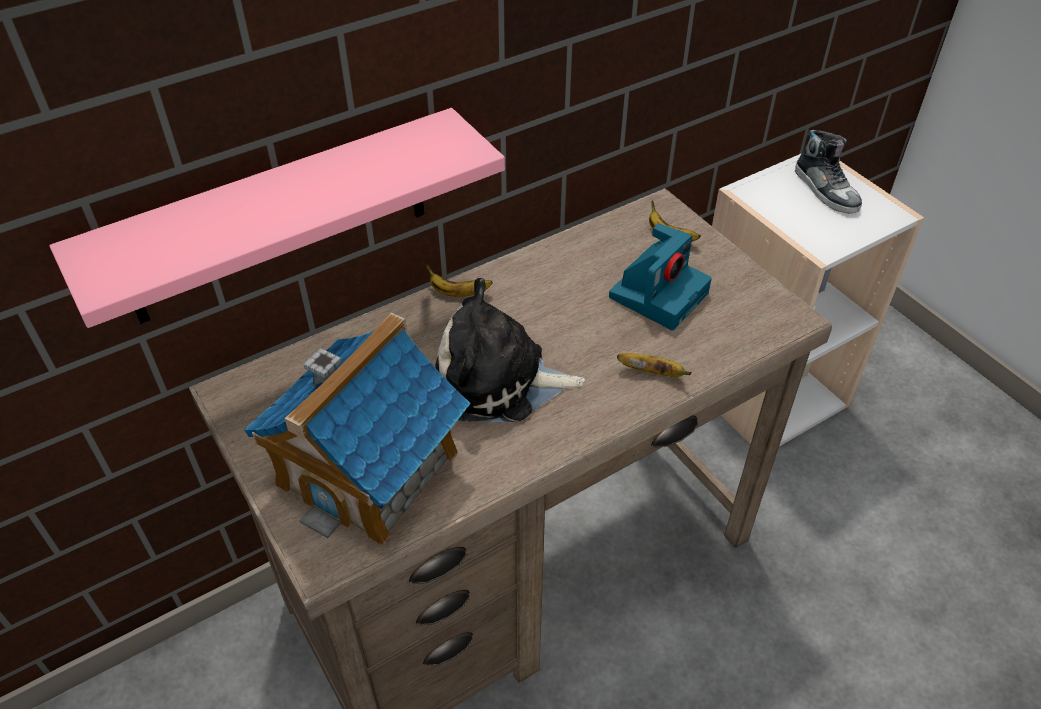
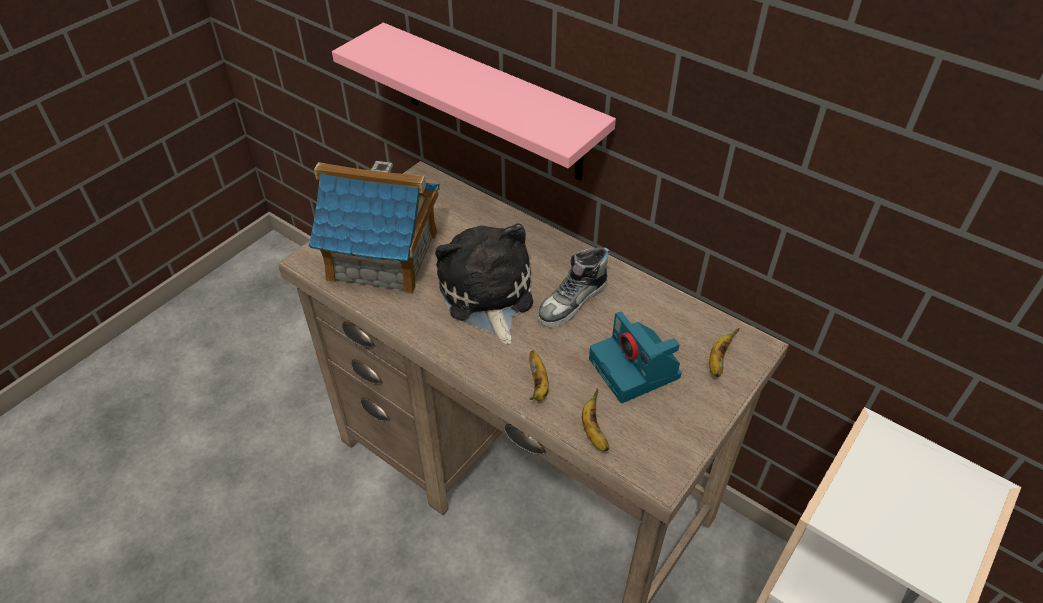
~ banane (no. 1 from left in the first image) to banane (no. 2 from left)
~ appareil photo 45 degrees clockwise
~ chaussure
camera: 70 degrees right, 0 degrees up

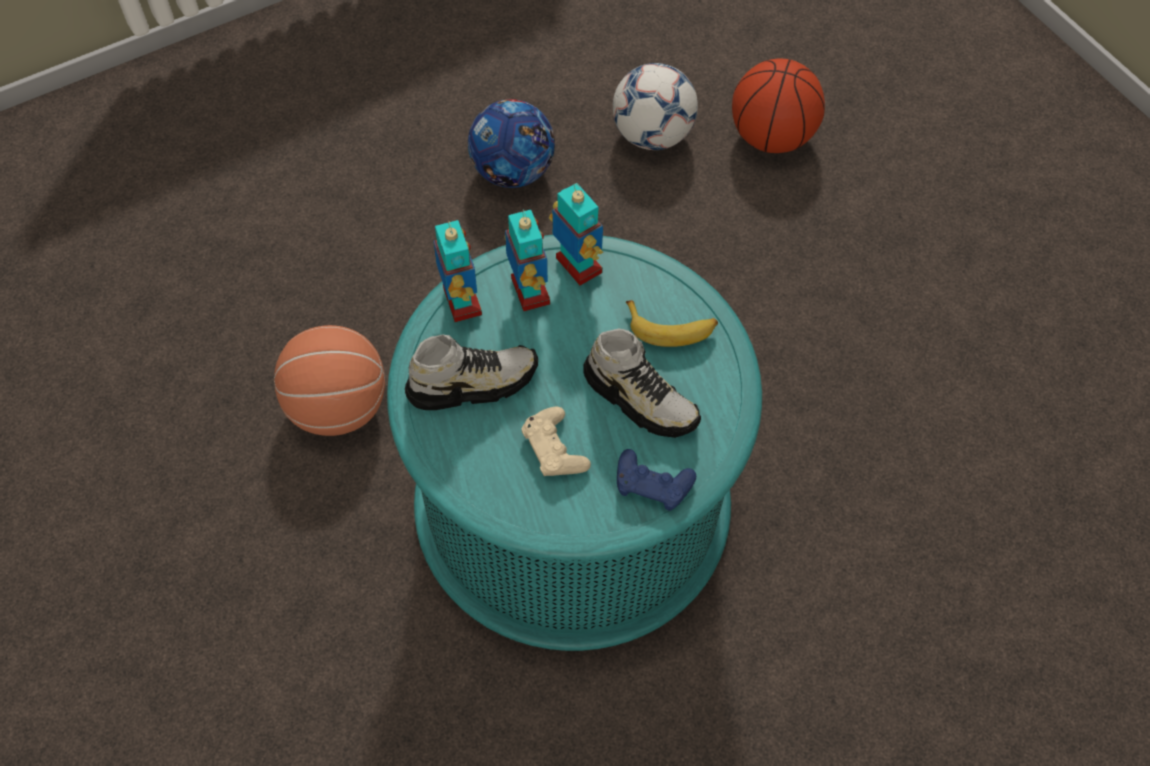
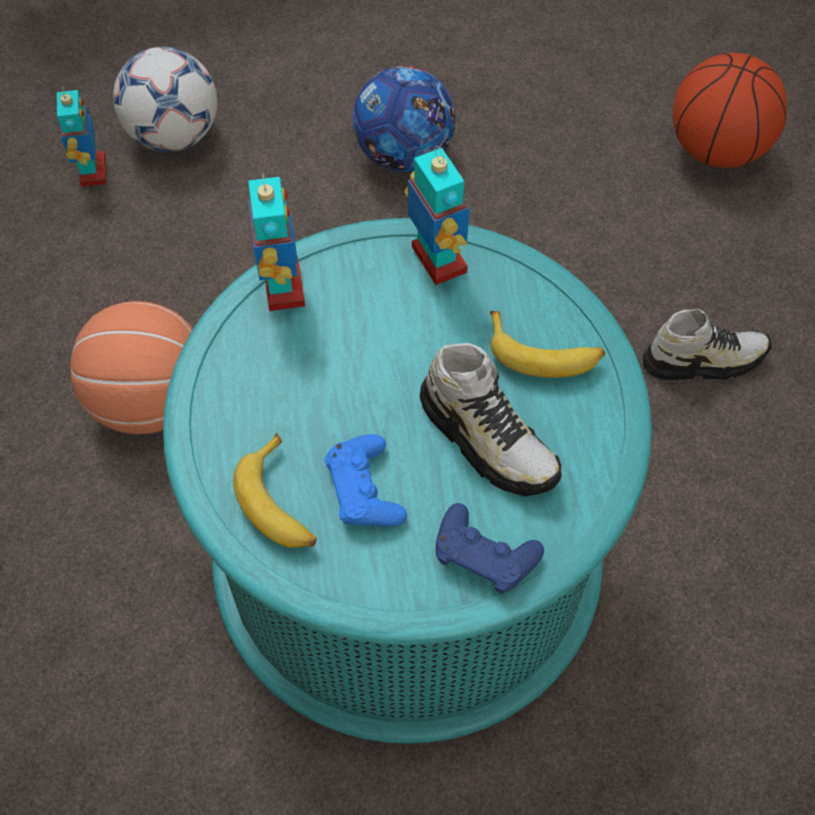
~ chaussure (no. 1 from left in the first image) to chaussure (no. 2 from left)
~ robot jouet (no. 2 from left in the first image) to robot jouet (no. 1 from left)
~ manette [beige] to manette [bleu] (no. 1 from left)
~ ballon de foot (no. 2 from left in the first image) to ballon de foot (no. 1 from left)
+ banane (no. 1 from left)
camera: 10 degrees right, 0 degrees up

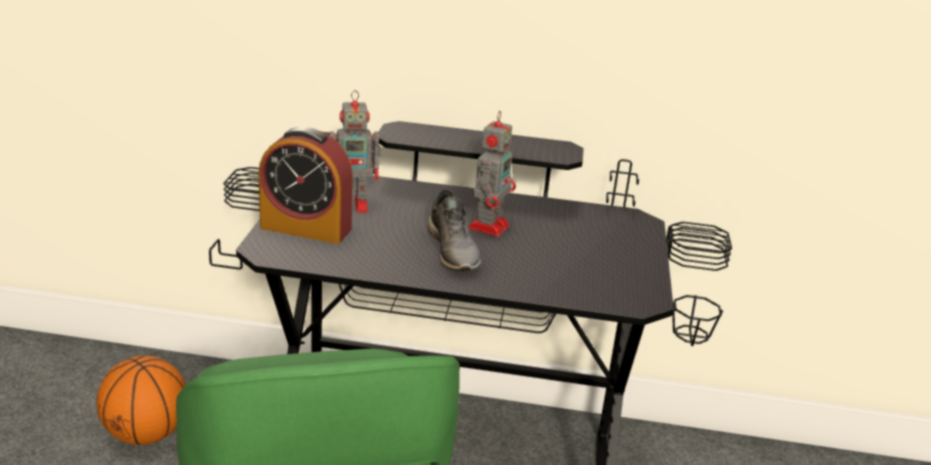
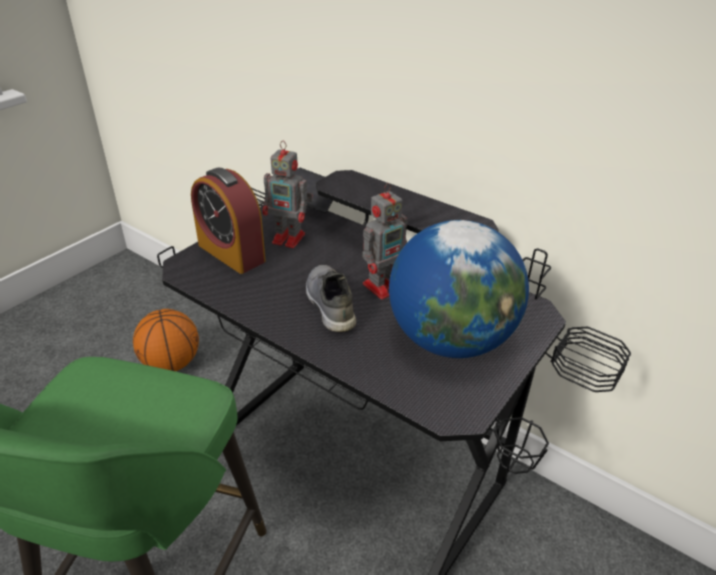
~ chaussure [gris] 150 degrees clockwise
+ globe
camera: 30 degrees right, 10 degrees up

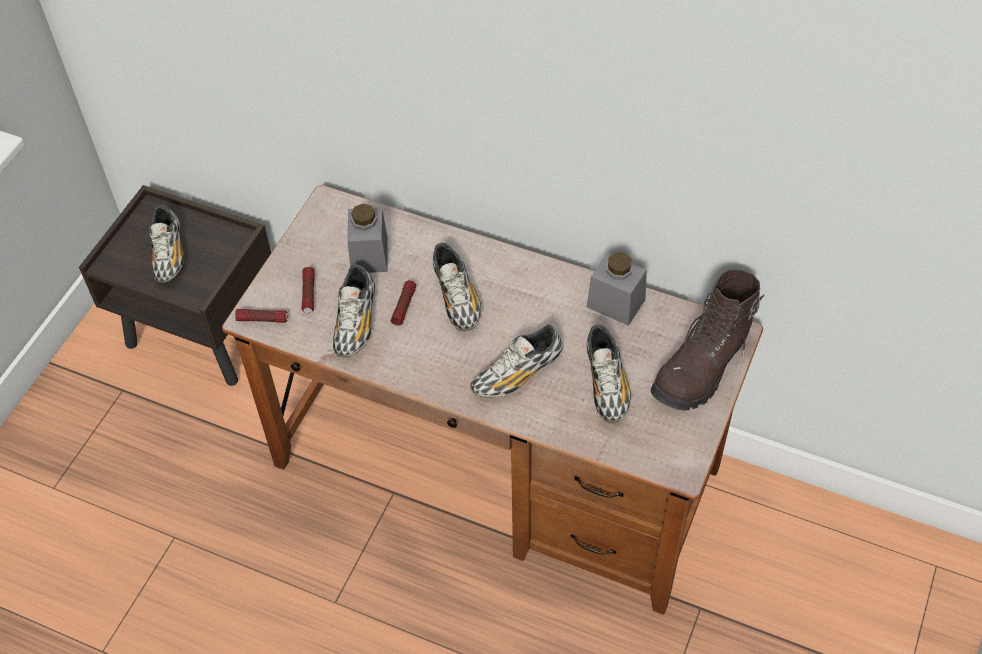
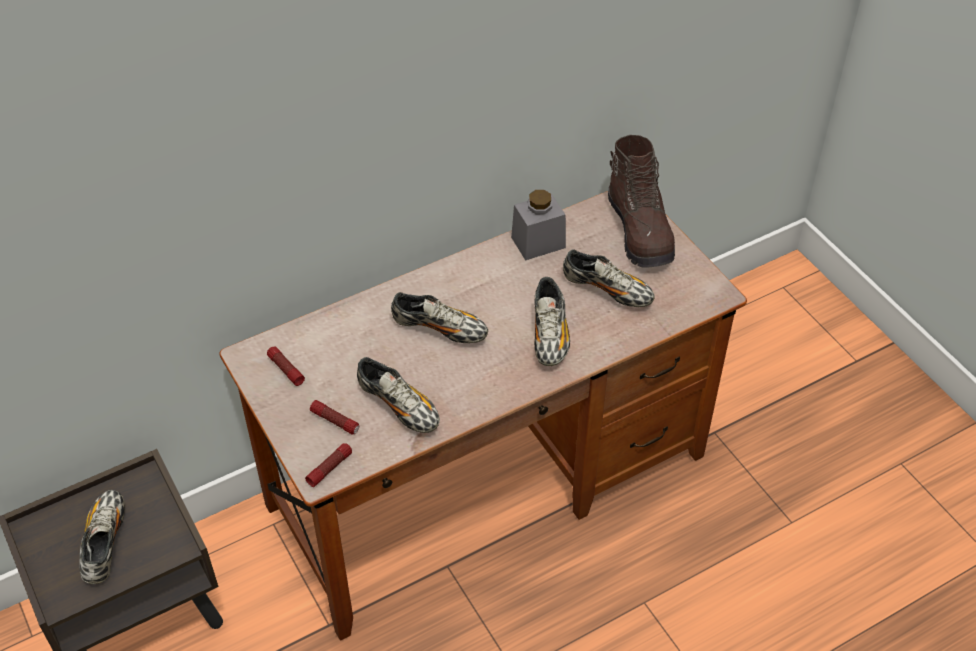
~ chaussure (no. 1 from left) 120 degrees counterclockwise
- bocal [gris] (no. 1 from left)
~ lampe de poche (no. 3 from left in the first image) to lampe de poche (no. 1 from left)
camera: 55 degrees left, 5 degrees down

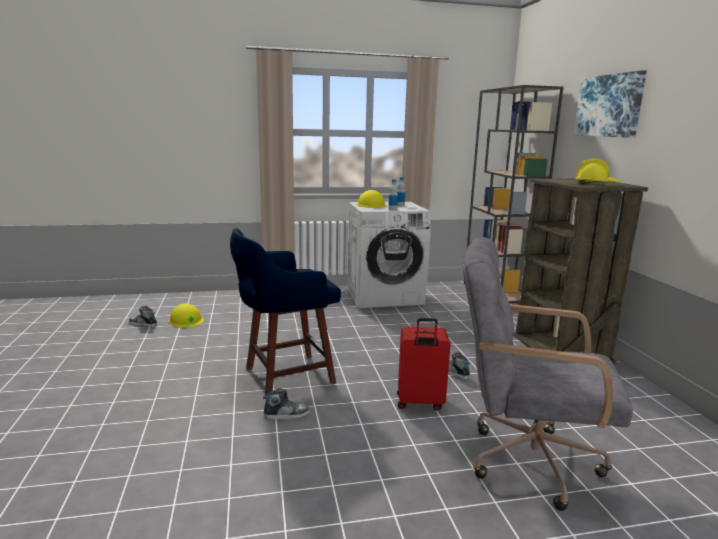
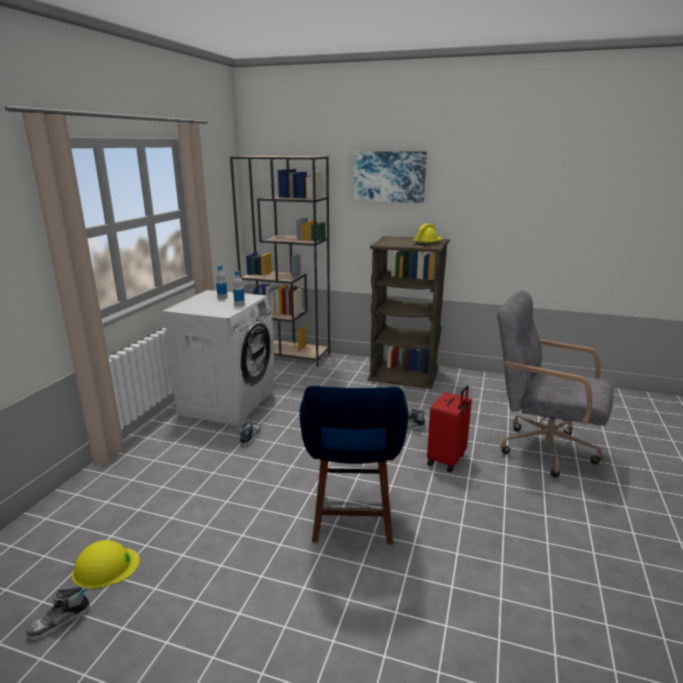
~ chaussure (no. 2 from left)
- casque de chantier [jaune] (no. 2 from left)
~ chaise de bureau [gris] 75 degrees clockwise
camera: 60 degrees left, 5 degrees up

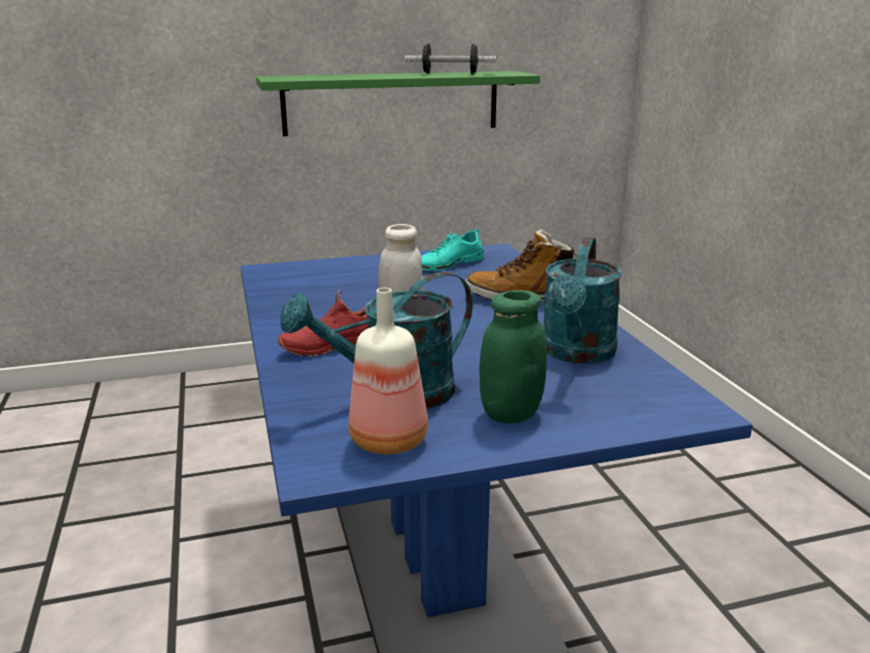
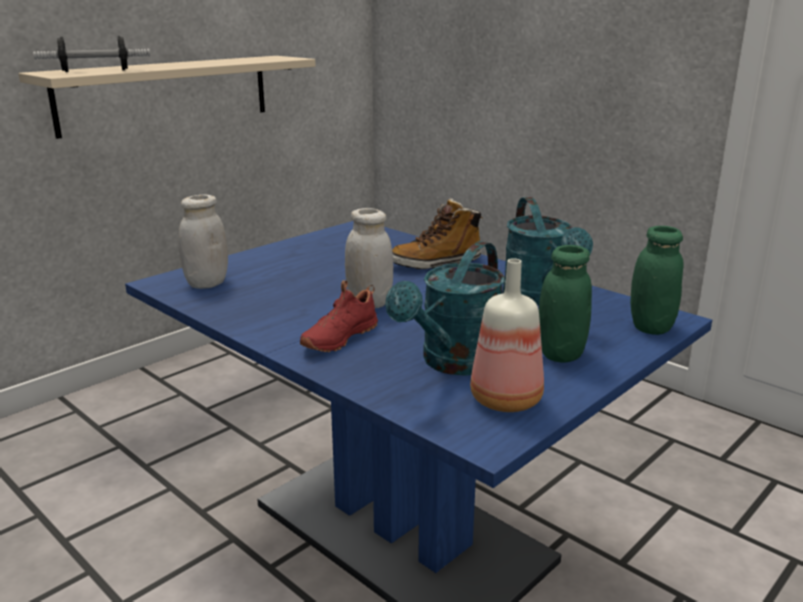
~ étagère [vert] to étagère [beige]
~ haltère
- chaussure [turquoise]
+ bocal [blanc] (no. 1 from left)
+ bocal [vert] (no. 2 from left)
camera: 30 degrees left, 0 degrees up

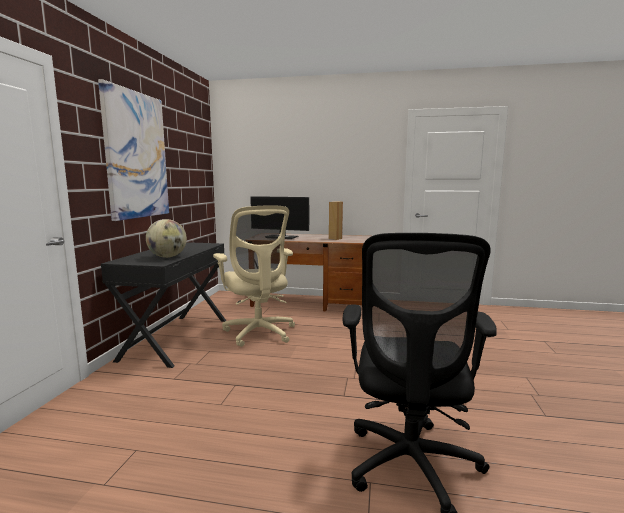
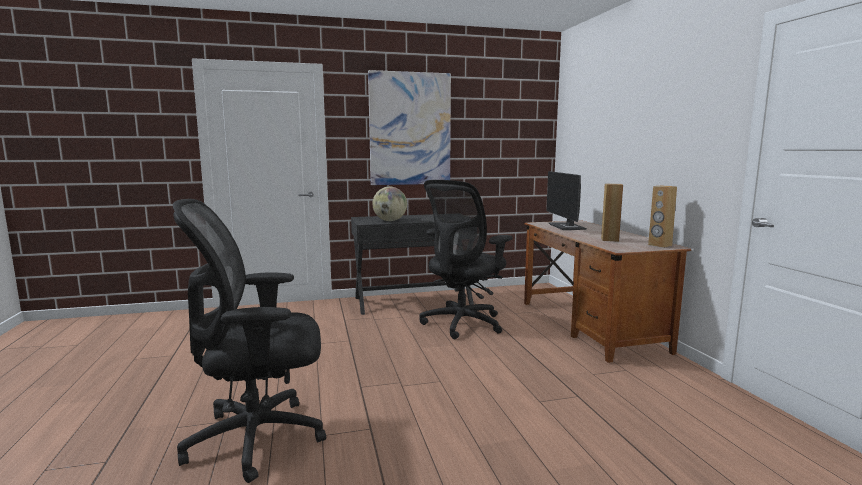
~ chaise de bureau [beige] to chaise de bureau [noir] (no. 2 from left)
+ enceinte [marron] (no. 2 from left)
camera: 65 degrees right, 0 degrees up

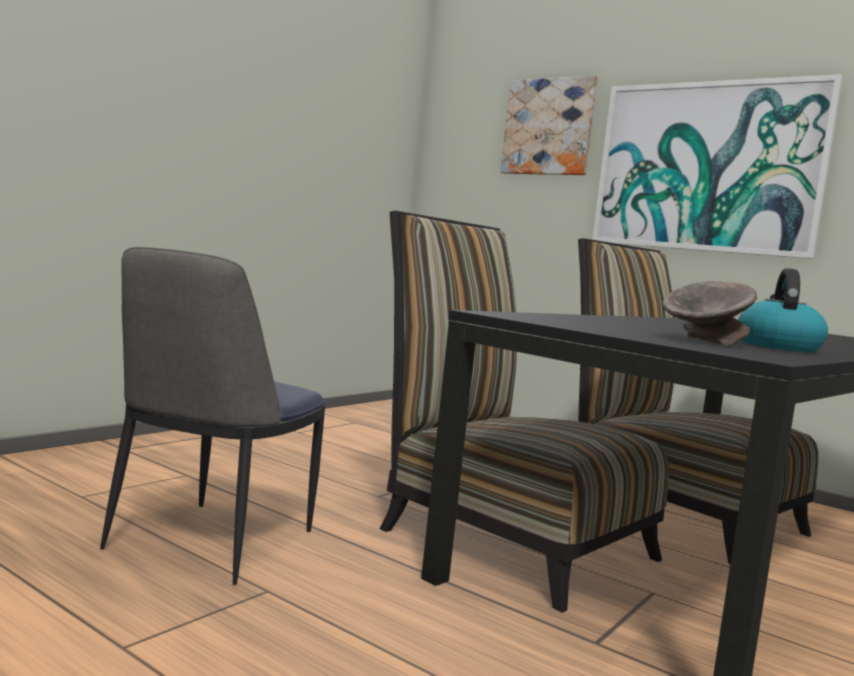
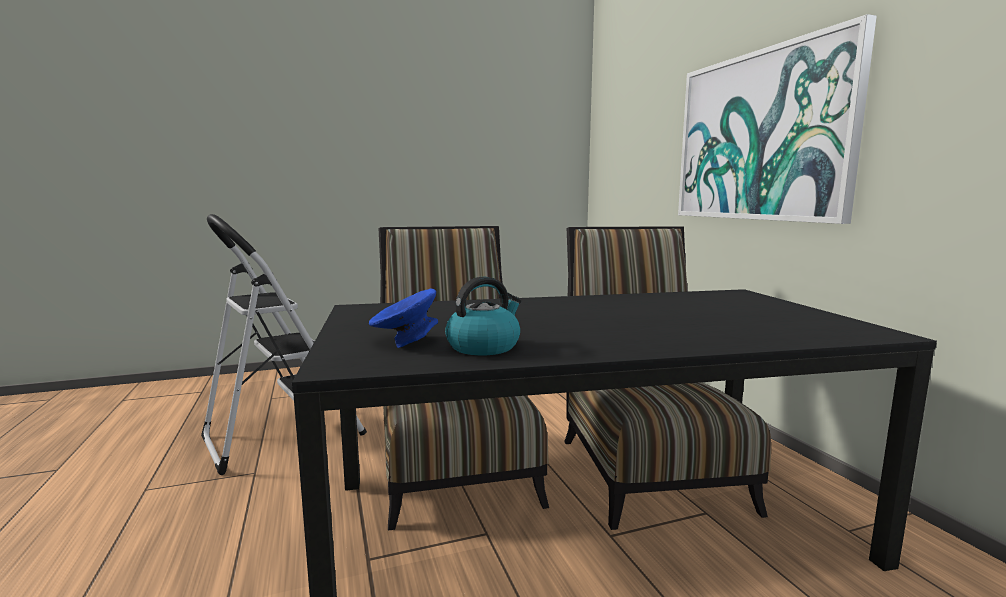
~ chaise (no. 1 from left) to escabeau
- tableau (no. 1 from left)
~ bol [gris] to bol [bleu]
camera: 35 degrees right, 5 degrees up

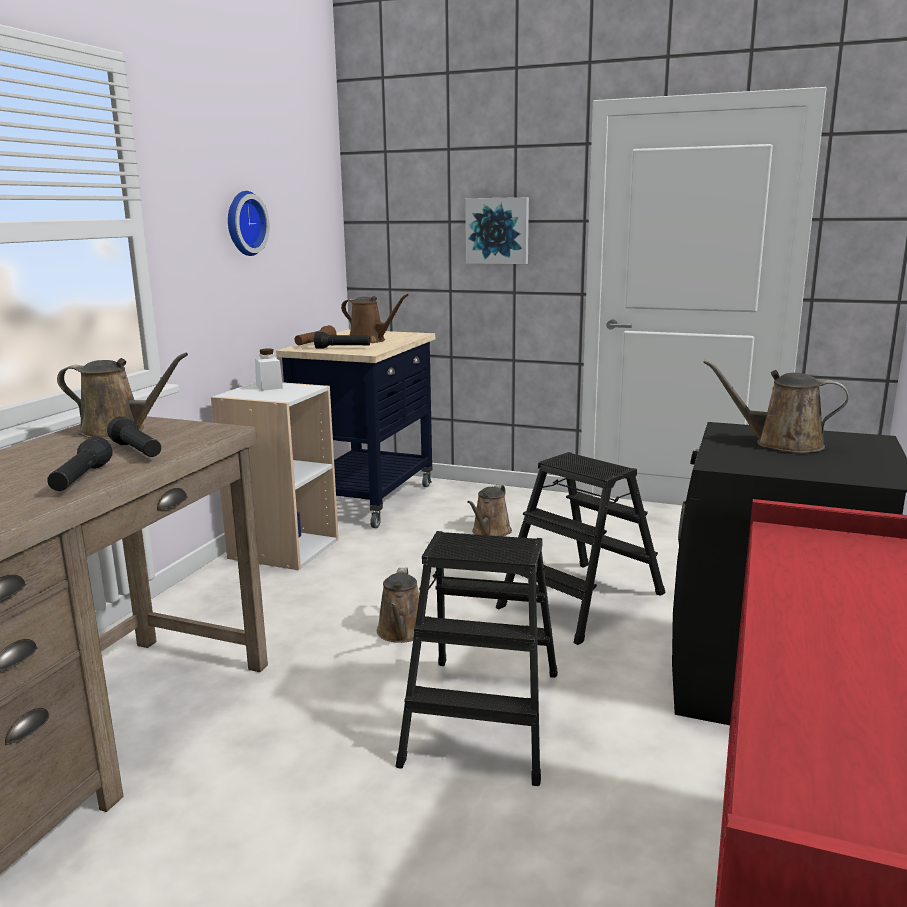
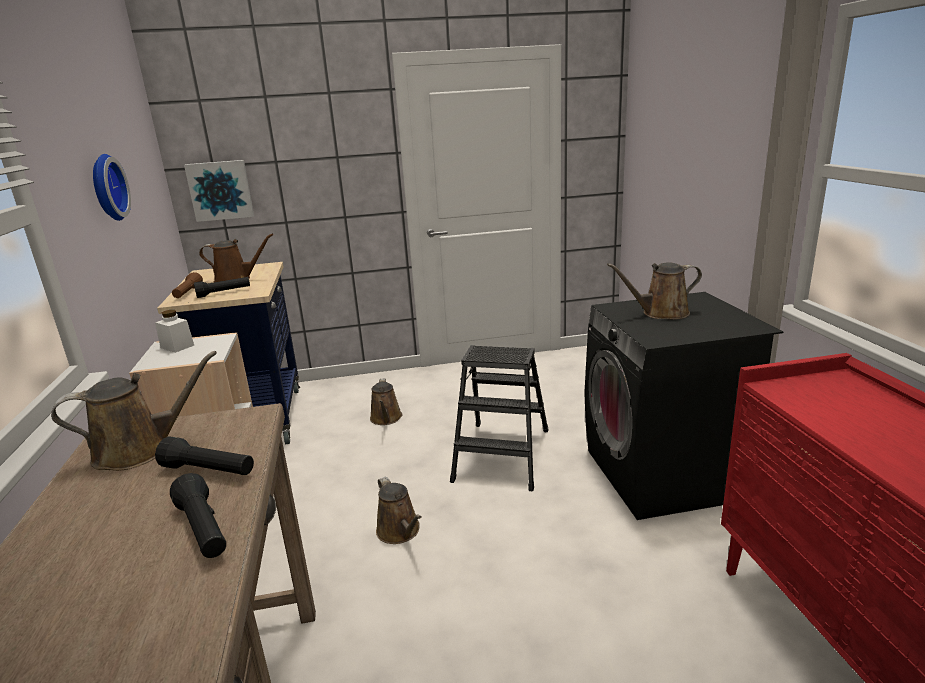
- escabeau [noir] (no. 1 from left)
~ tableau
camera: 30 degrees left, 5 degrees up

